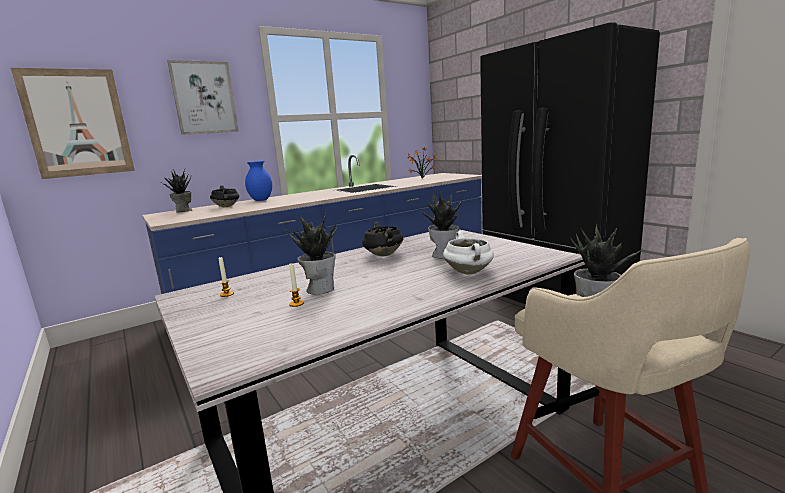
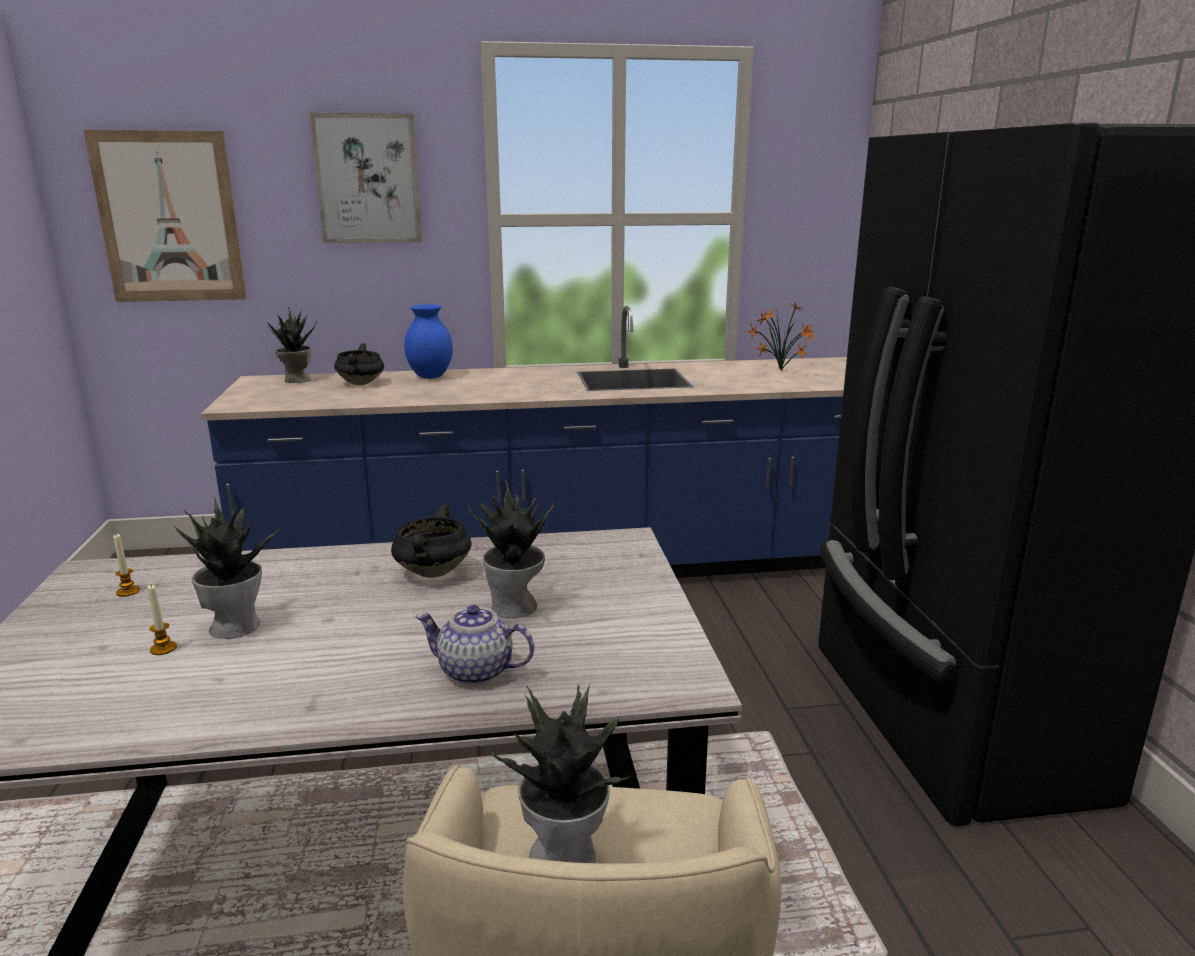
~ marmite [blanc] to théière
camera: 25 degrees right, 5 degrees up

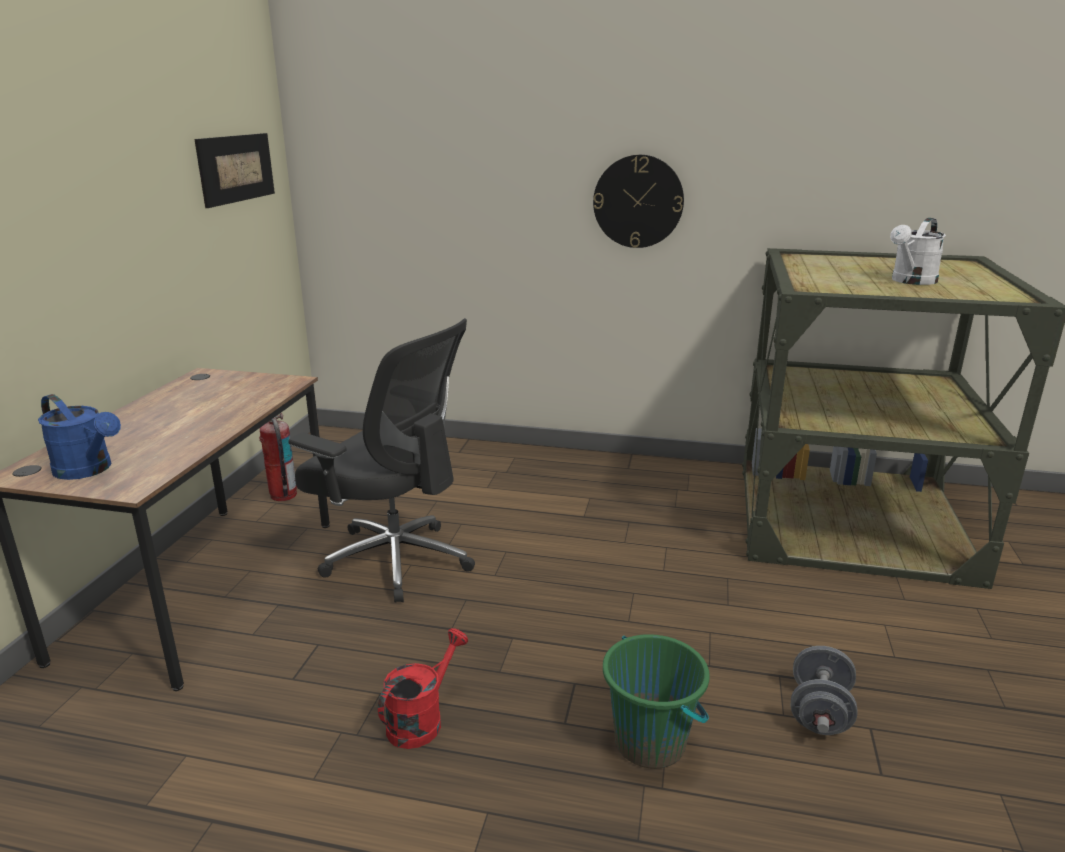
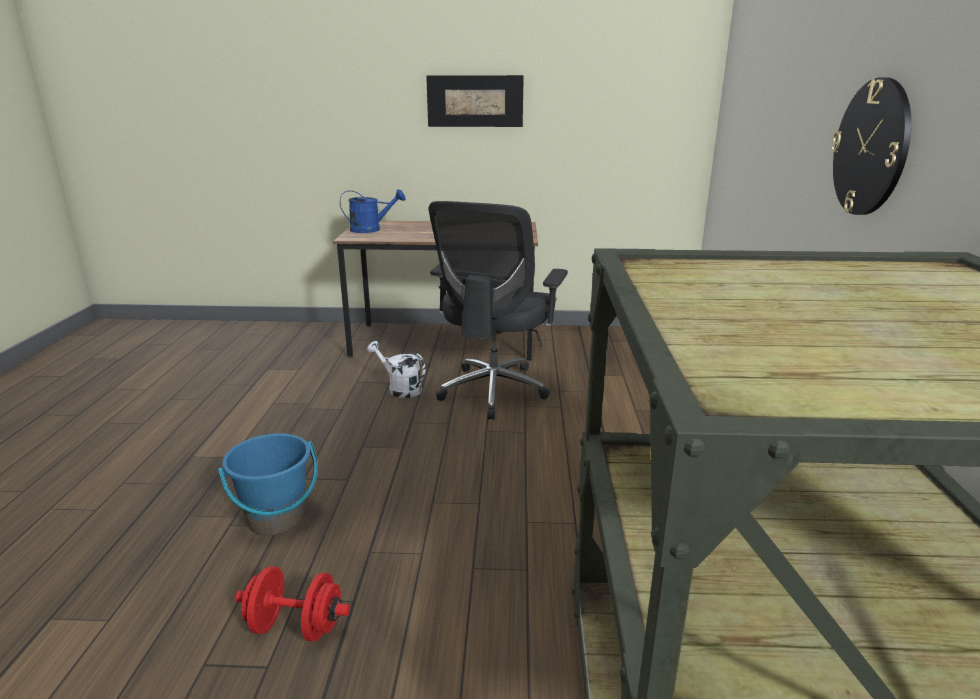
~ arrosoir [bleu] 120 degrees counterclockwise
~ tableau
- extincteur
- arrosoir [rouge]
~ seau [vert] to seau [bleu]
~ haltère [gris] to haltère [rouge]
~ arrosoir [blanc]
camera: 80 degrees right, 0 degrees up

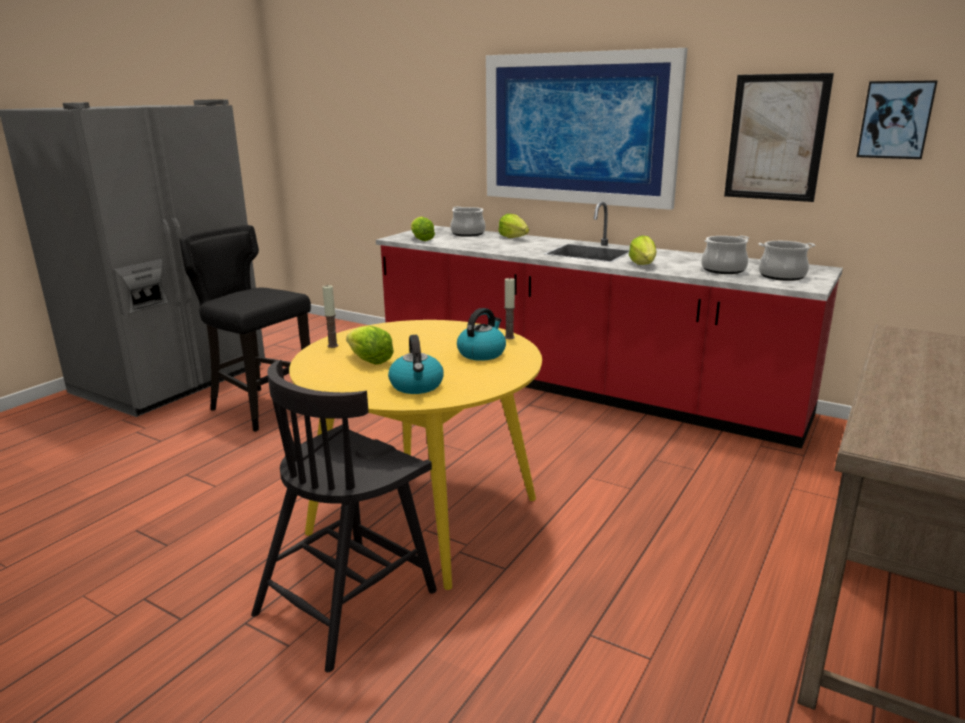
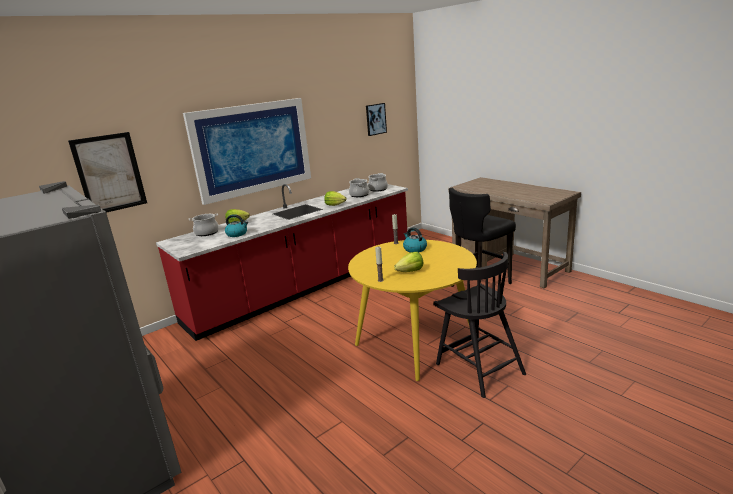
~ tabouret [noir]
~ bouilloire (no. 1 from left)
- laitue (no. 2 from left)
~ tableau (no. 2 from left in the first image) to tableau (no. 1 from left)
camera: 70 degrees left, 0 degrees up

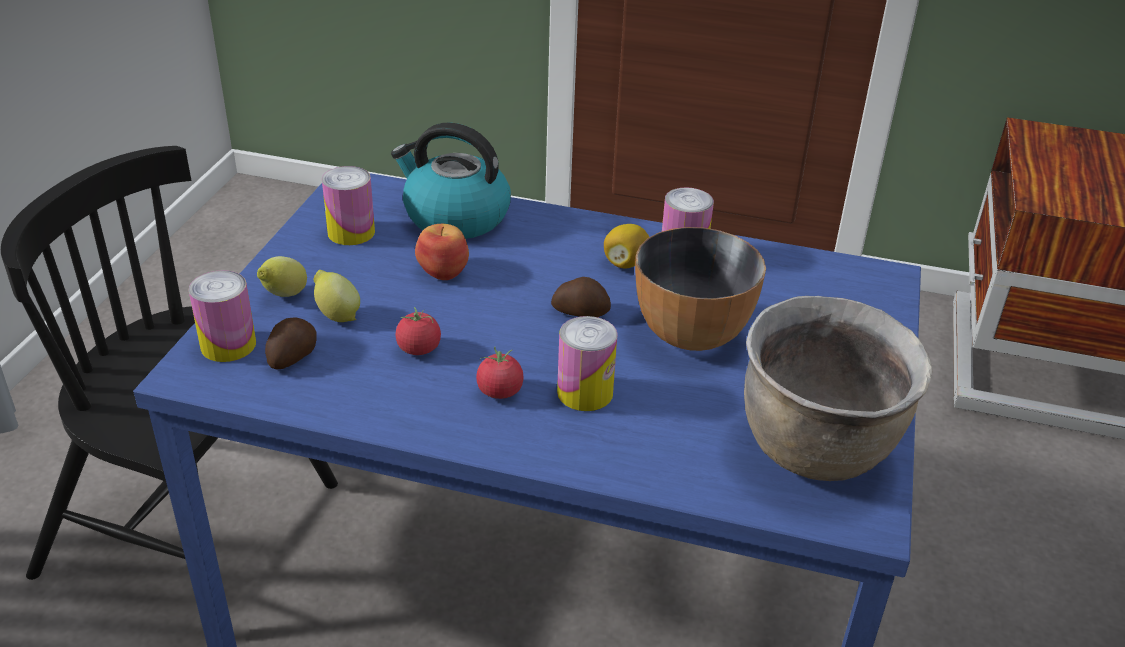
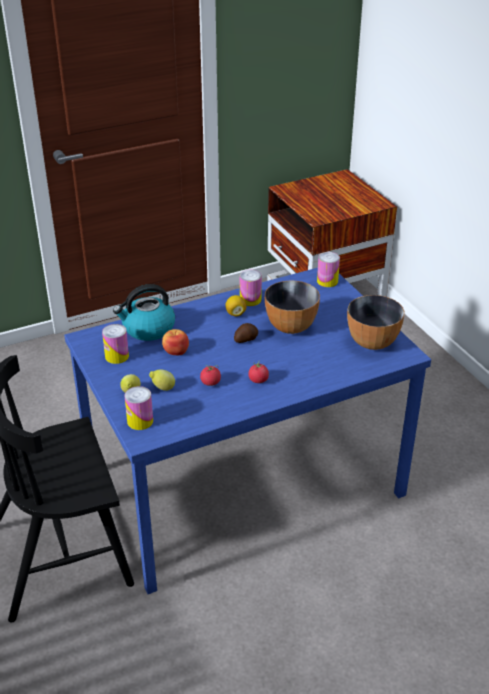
- pomme de terre (no. 1 from left)
~ boîte métallique (no. 3 from left in the first image) to boîte métallique (no. 4 from left)
~ marmite [marron] to bol (no. 2 from left)
camera: 40 degrees left, 0 degrees up

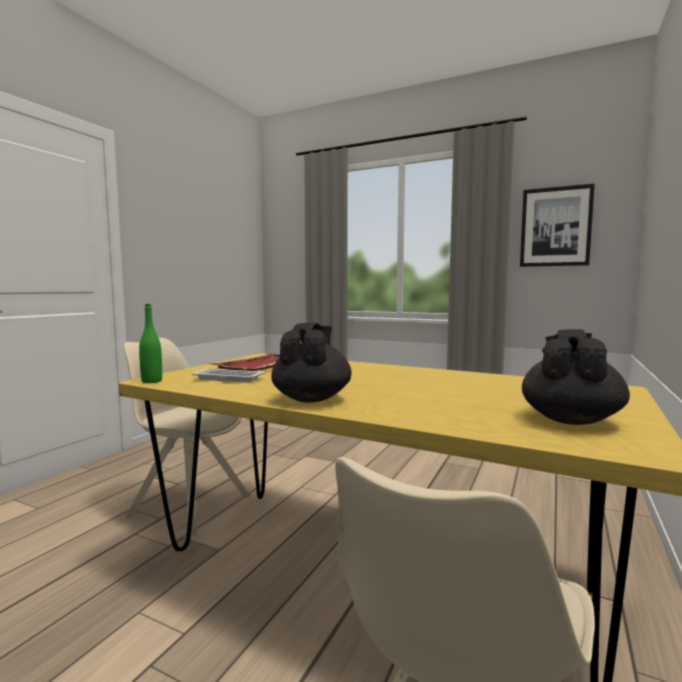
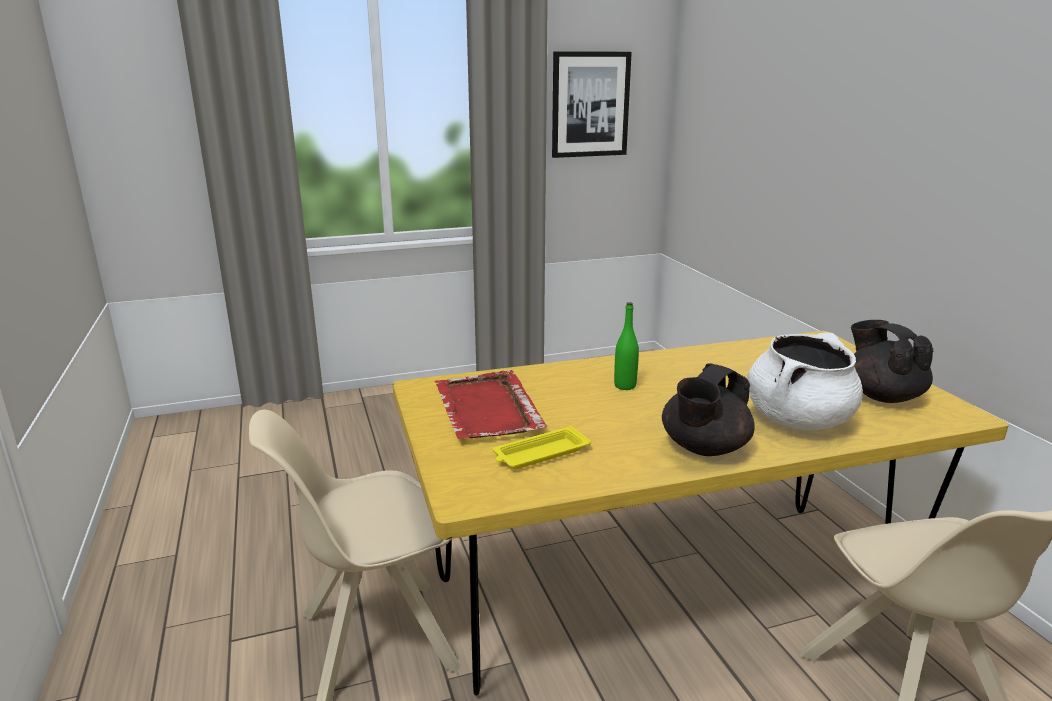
~ bouteille [vert]
~ plateau [blanc] to plateau [jaune]
~ théière [noir] (no. 1 from left) 105 degrees counterclockwise
+ marmite [blanc]
camera: 45 degrees left, 15 degrees up

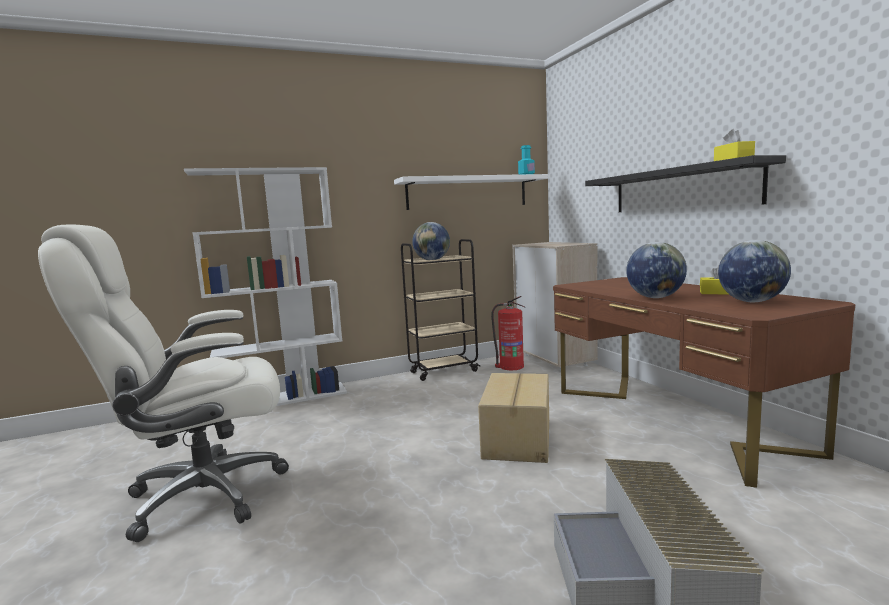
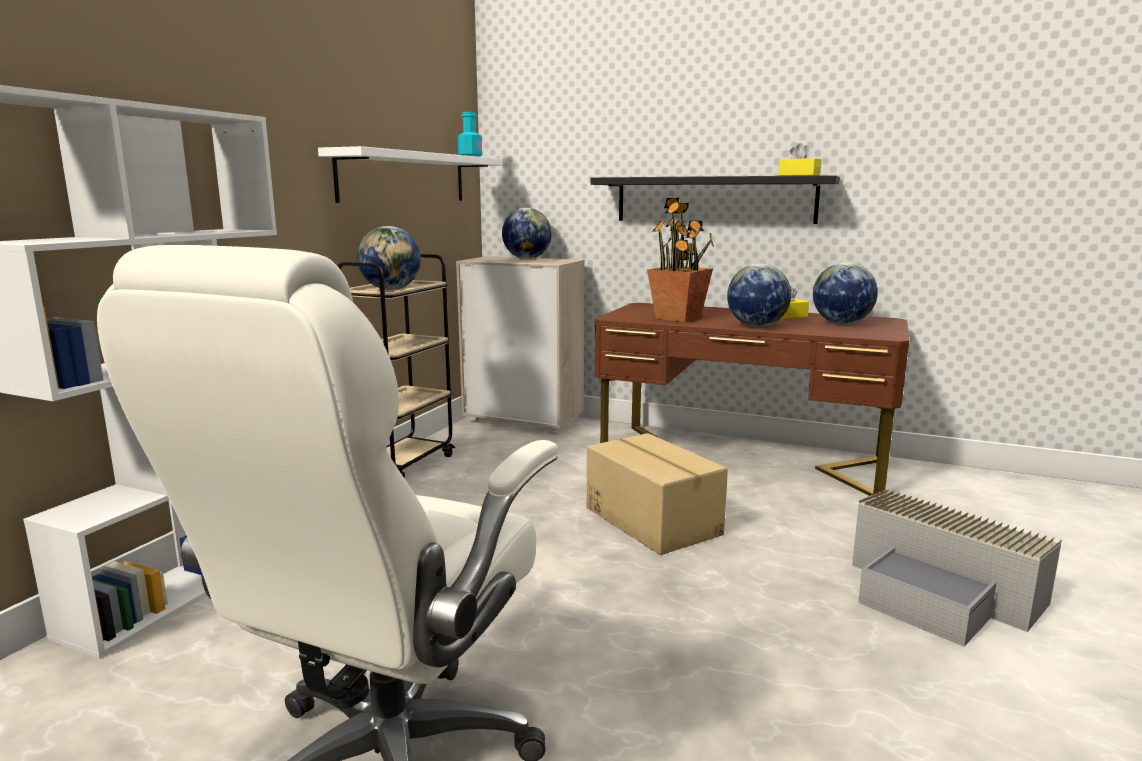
- extincteur
+ globe (no. 2 from left)
+ plante en pot
camera: 45 degrees left, 5 degrees up

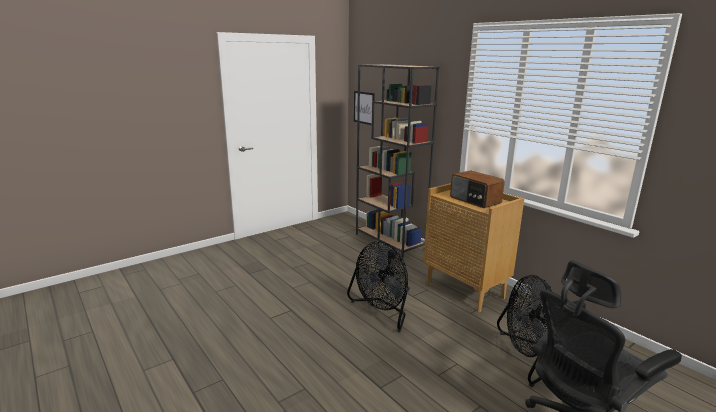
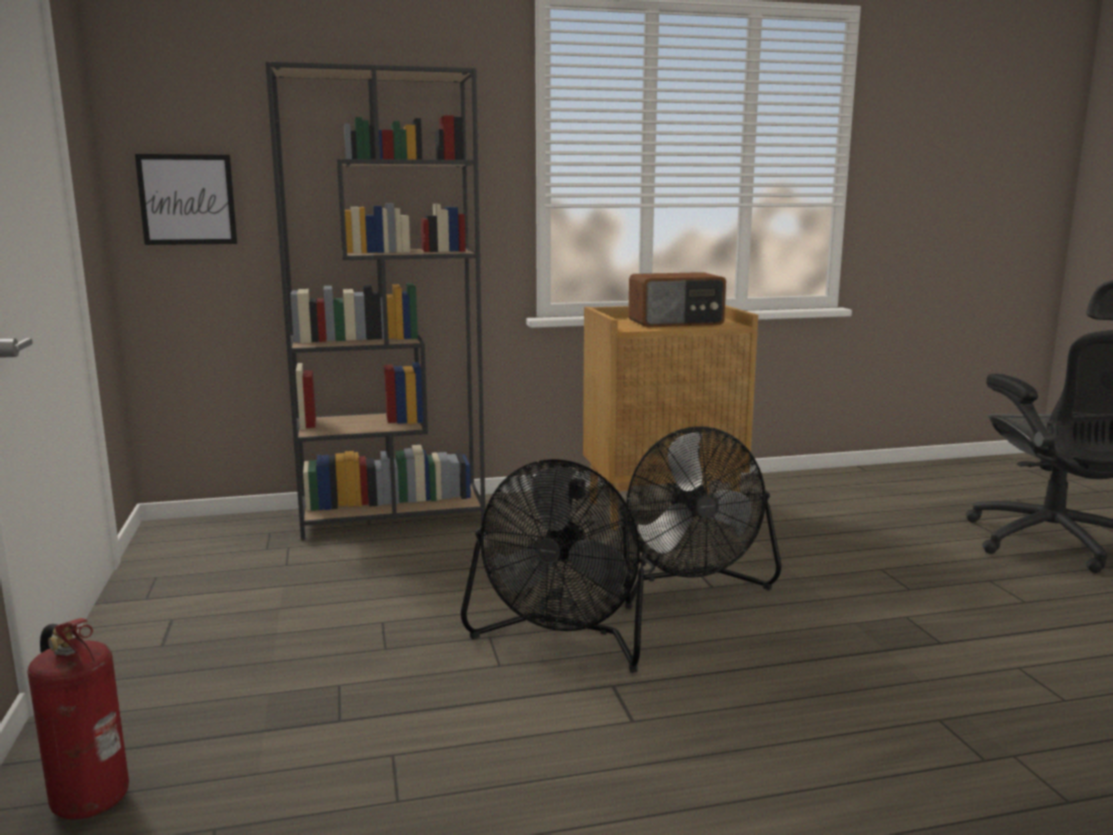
~ ventilateur [noir] (no. 2 from left in the first image) to ventilateur [noir] (no. 1 from left)
+ extincteur
camera: 65 degrees left, 5 degrees down

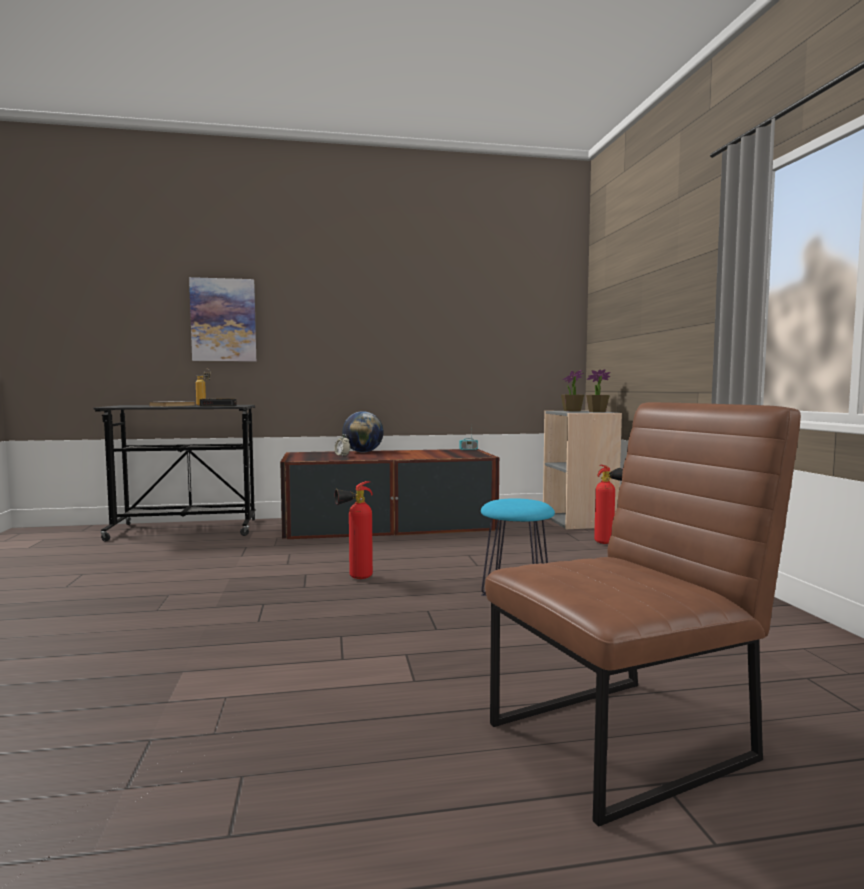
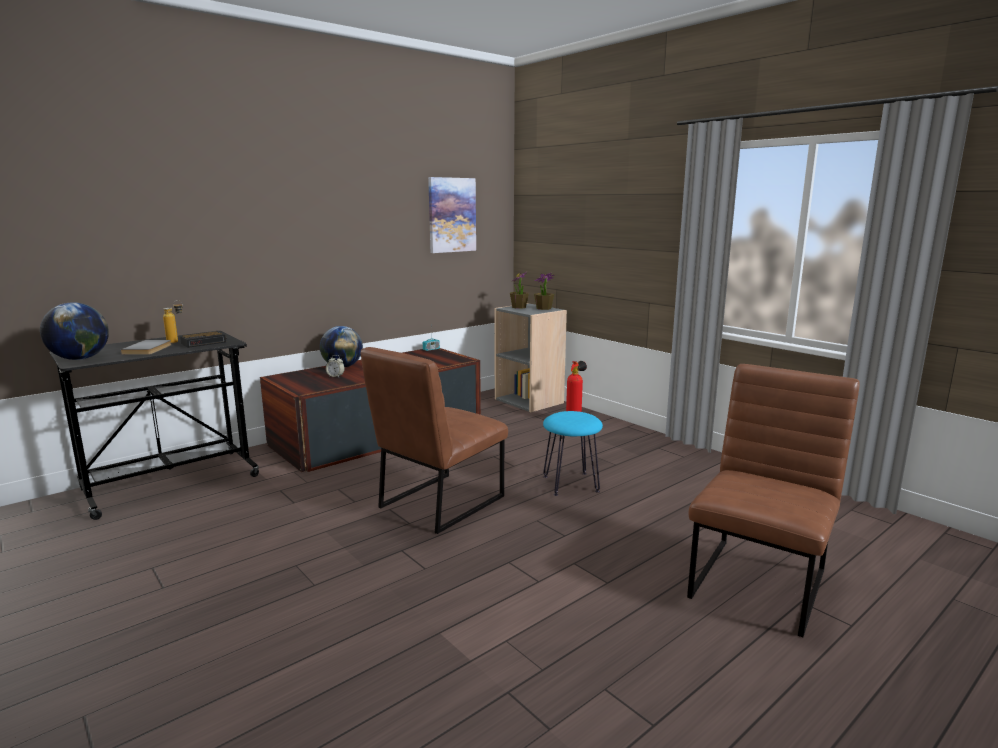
~ tableau
~ extincteur (no. 1 from left) to chaise [marron] (no. 1 from left)
+ globe (no. 1 from left)
camera: 30 degrees left, 10 degrees up

